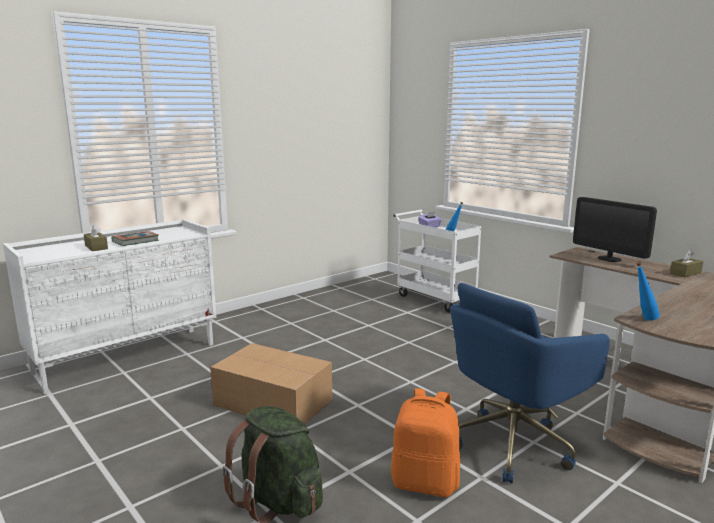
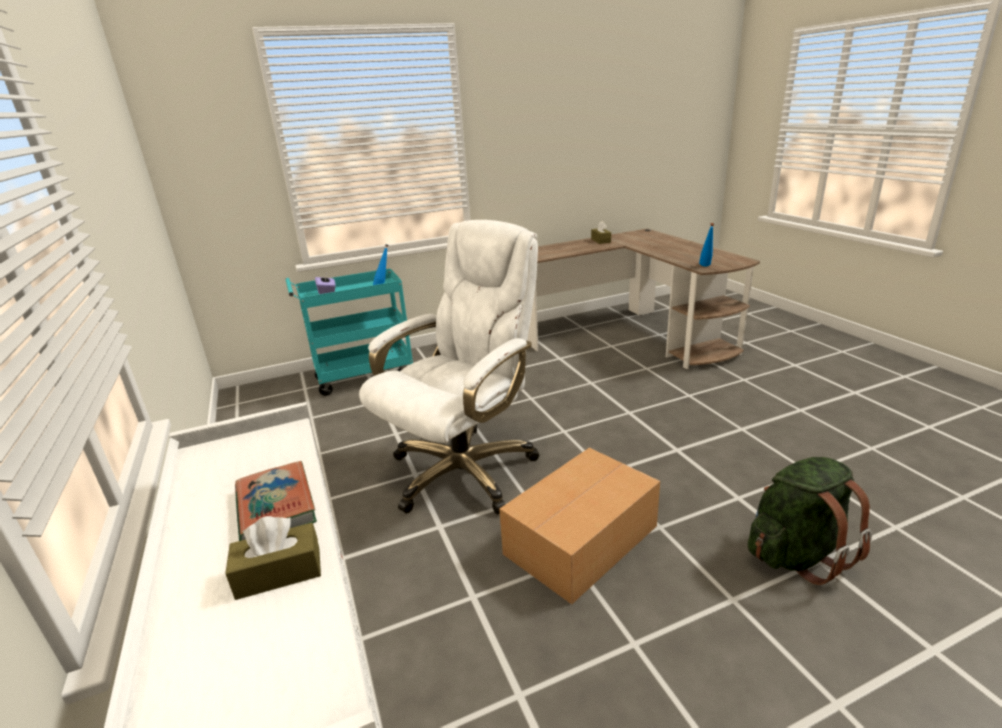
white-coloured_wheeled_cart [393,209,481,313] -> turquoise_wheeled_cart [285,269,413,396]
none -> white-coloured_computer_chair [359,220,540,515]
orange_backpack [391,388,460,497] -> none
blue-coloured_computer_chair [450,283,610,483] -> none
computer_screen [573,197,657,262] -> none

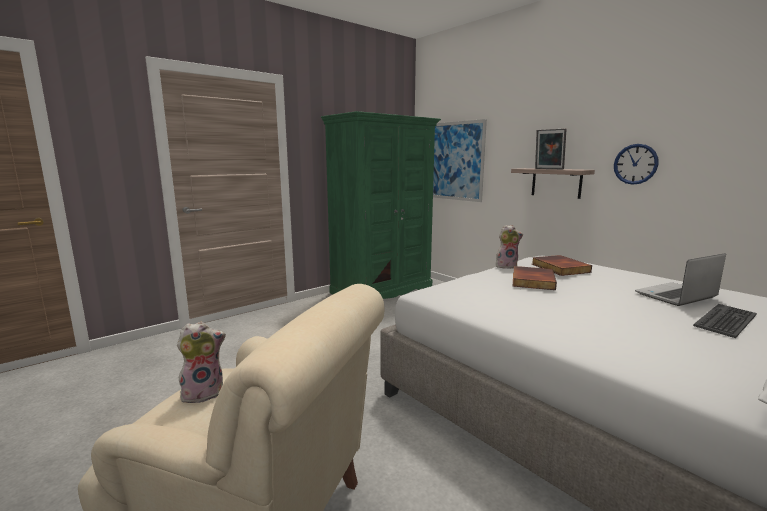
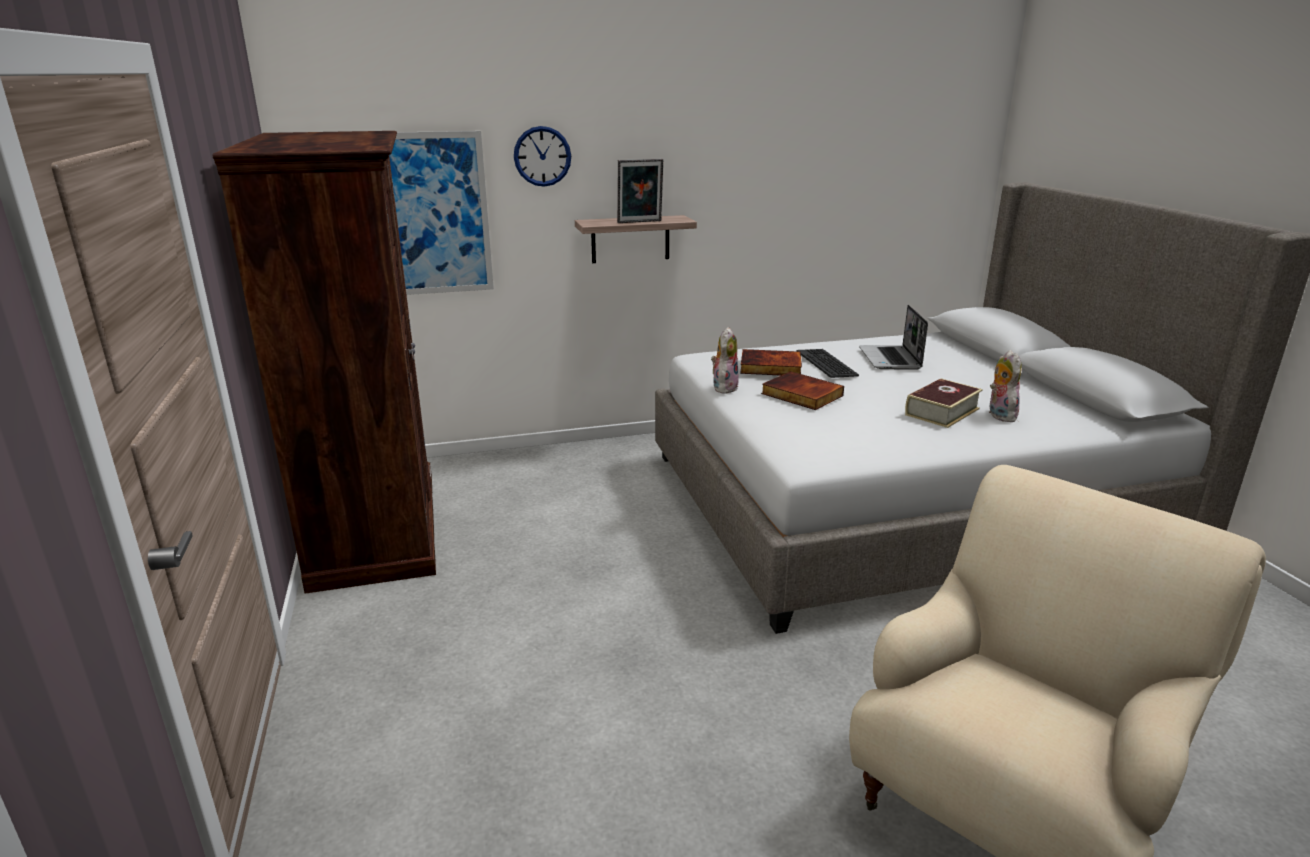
green-coloured_clothes_cupboard [321,111,441,299] -> brown-coloured_clothes_cupboard [212,131,436,594]
hanging_clock [614,144,658,185] -> hanging_clock [514,126,571,187], relocated
keyboard [693,304,757,338] -> keyboard [797,349,859,378], relocated
none -> bound_book [905,378,983,428]
plush_toy [177,322,226,403] -> plush_toy [989,350,1022,422], relocated

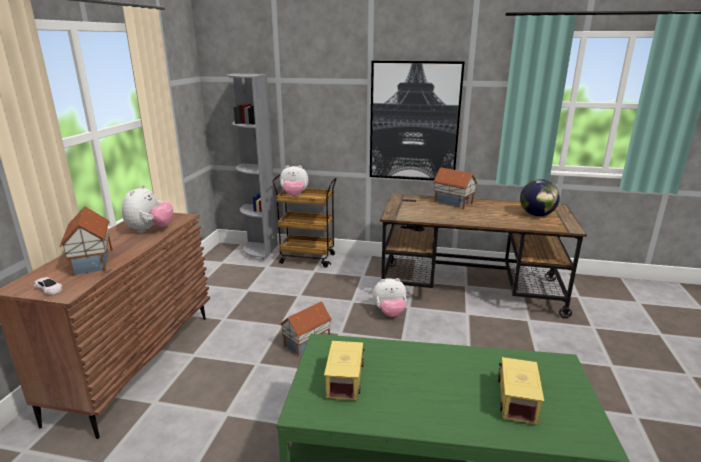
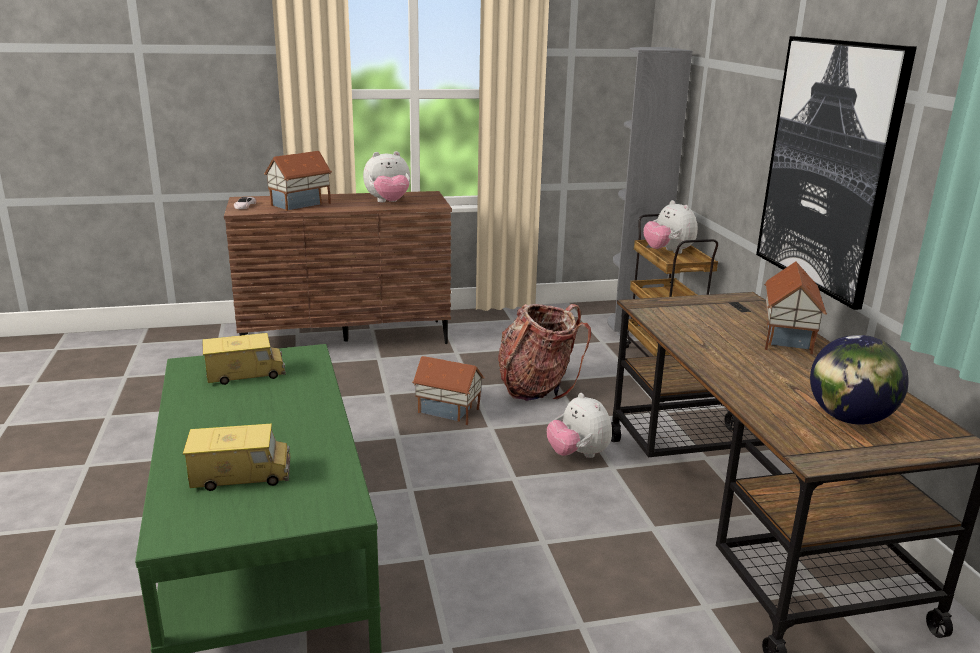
none -> backpack [498,304,591,401]

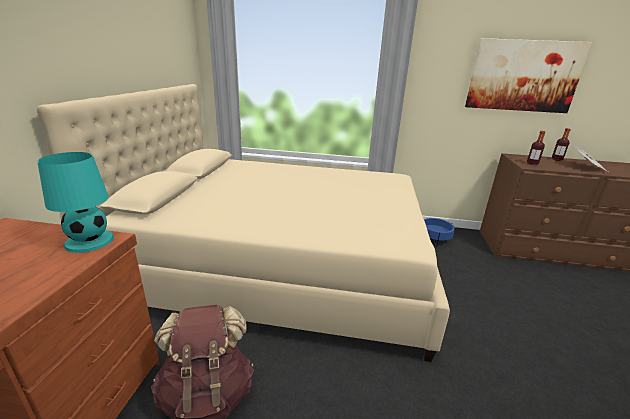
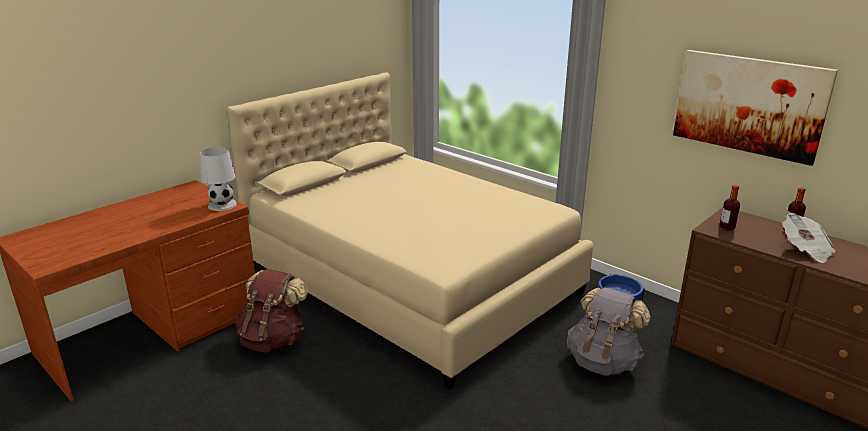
turquoise_table_lamp [37,152,114,253] -> white-coloured_table_lamp [200,147,237,211]
none -> gray_backpack [567,287,650,376]

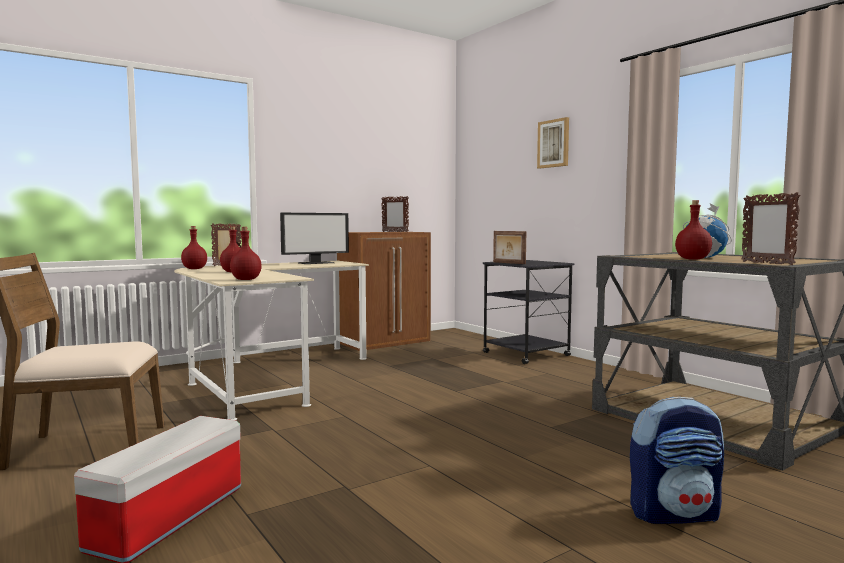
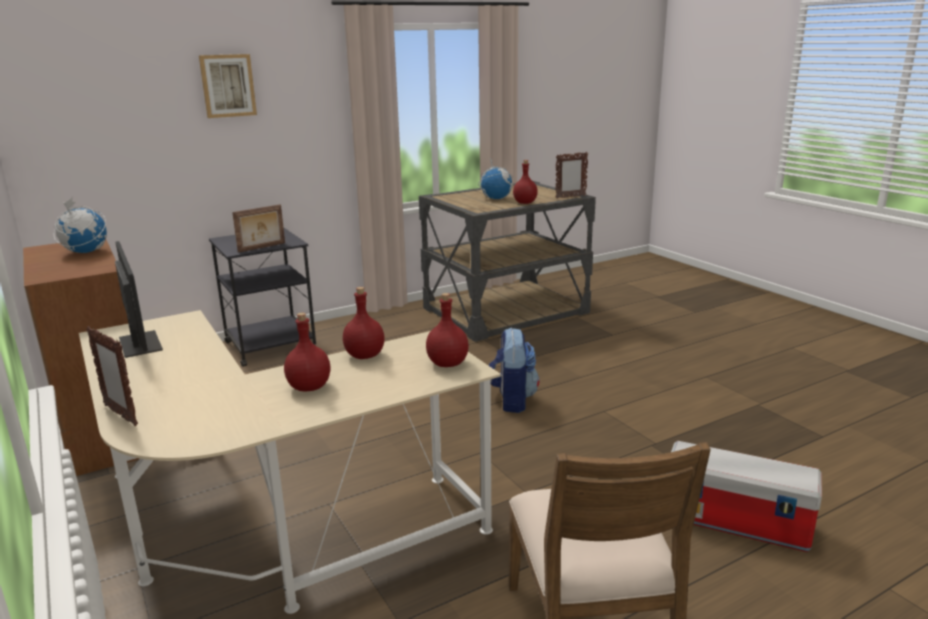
photo_frame [381,196,409,232] -> desk_globe [53,197,107,253]
red_drink_bottle [181,226,207,269] -> red_drink_bottle [343,287,385,359], relocated
backpack [630,397,724,524] -> backpack [489,328,539,413], relocated

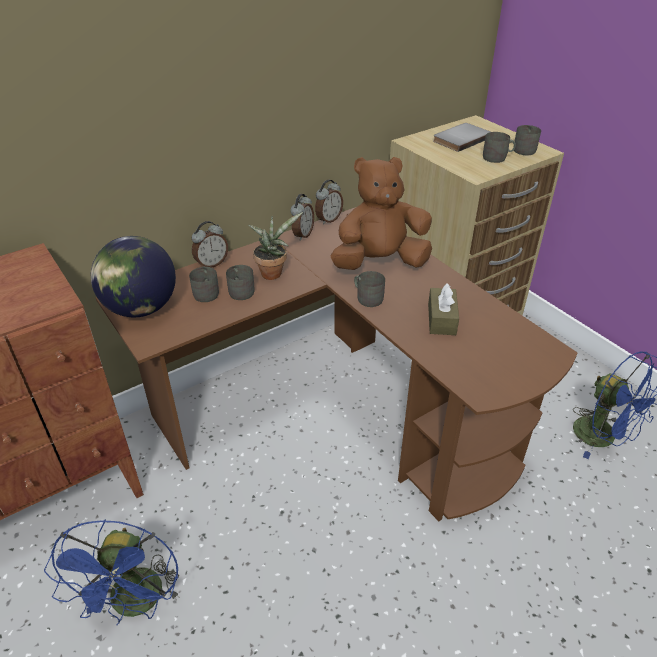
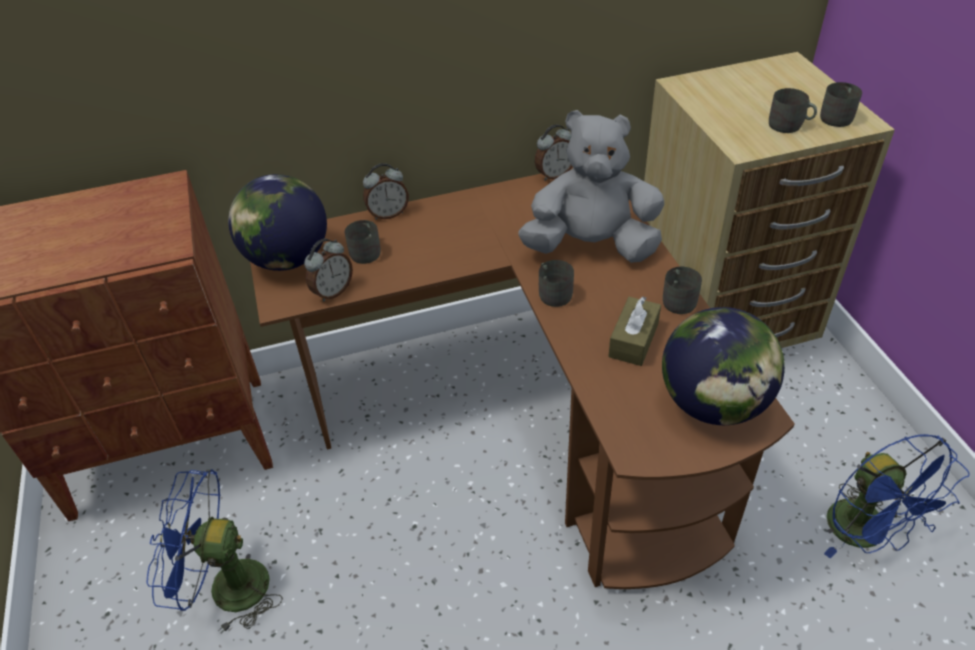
blue-coloured_electric_fan [44,520,180,625] -> blue-coloured_electric_fan [146,469,283,633], 75 degrees clockwise
bedside_clock [290,194,314,241] -> bedside_clock [304,239,353,302], relocated
brown-coloured_plush_toy [330,157,432,270] -> gray_plush_toy [518,110,664,263]
none -> desk_globe [662,307,785,425]
gray_coffee_mug [226,265,254,300] -> gray_coffee_mug [663,267,702,314], relocated
potted_plant [248,212,303,280] -> none
gray_bound_book [433,123,490,152] -> none

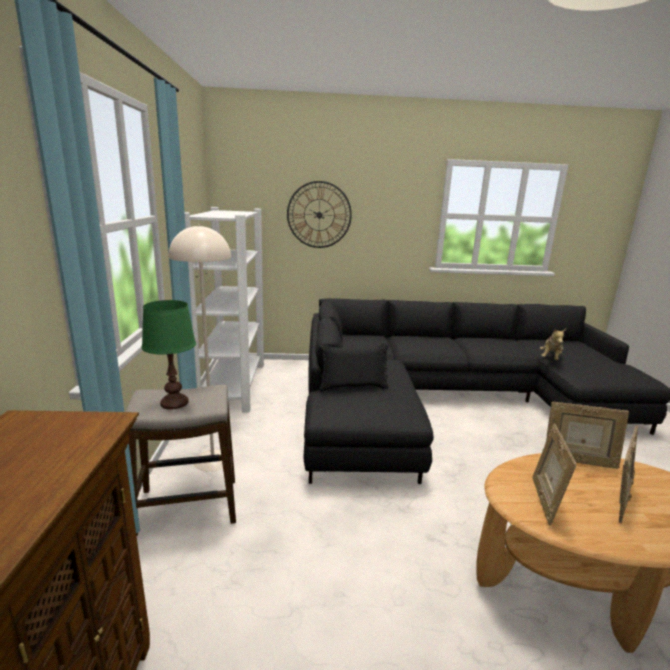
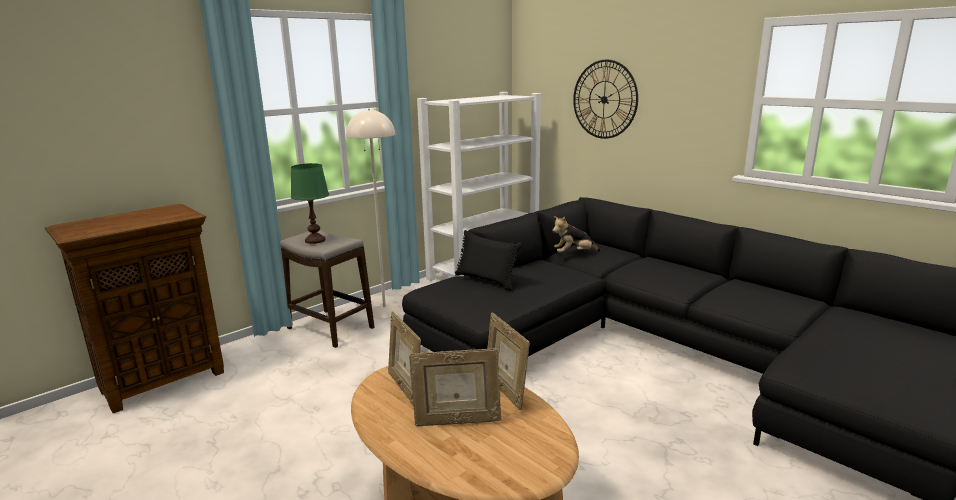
photo_frame [532,423,577,526] -> photo_frame [388,311,421,404], 90 degrees counterclockwise
plush_toy [540,329,566,360] -> plush_toy [552,216,601,253], relocated

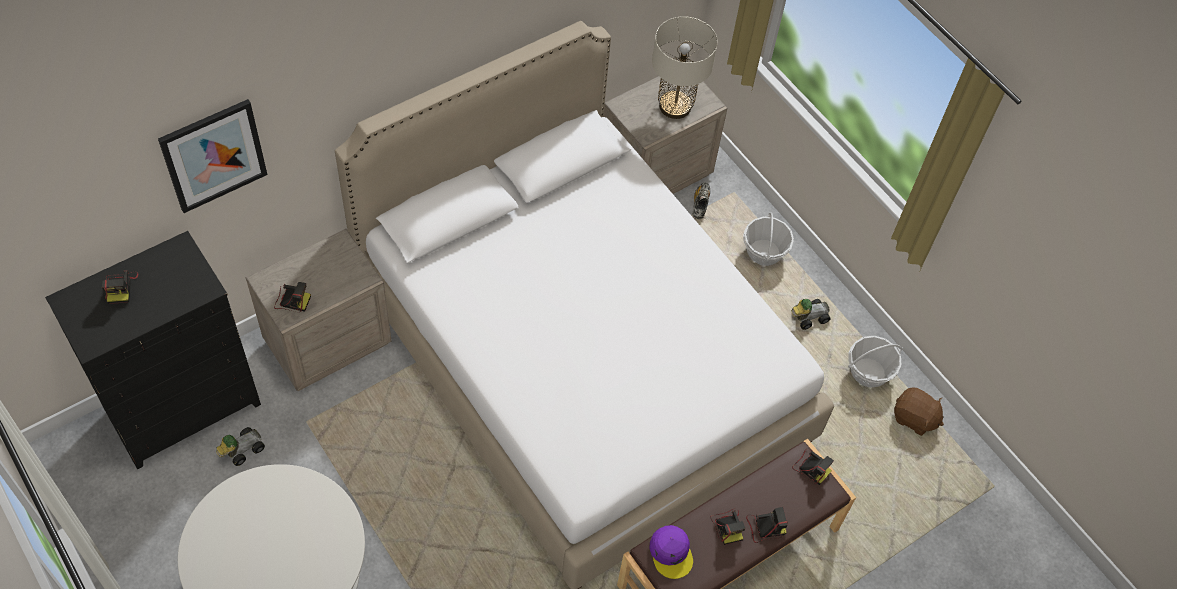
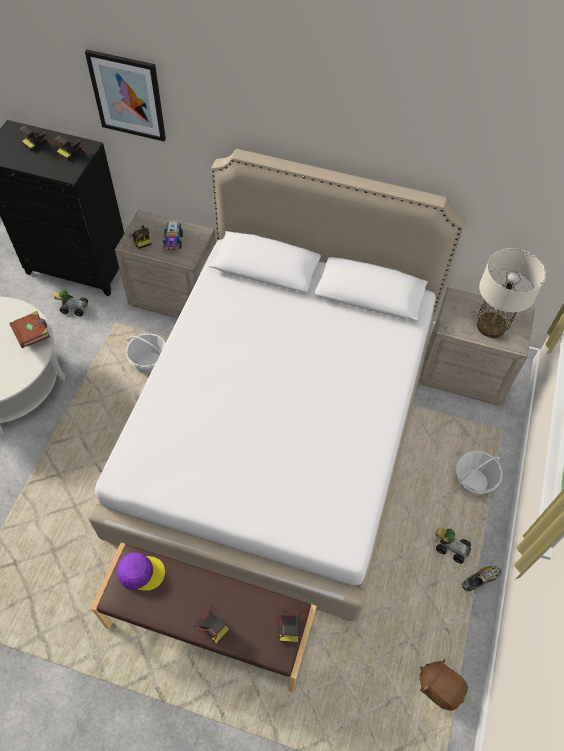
none -> brown-coloured_bound_book [9,311,50,348]
still_camera [710,508,746,545] -> still_camera [54,135,89,160], relocated
purple-coloured_baseball_cap [649,525,693,579] -> purple-coloured_baseball_cap [117,552,165,591], 120 degrees counterclockwise
household_basket [848,336,903,387] -> household_basket [126,333,166,374], relocated
none -> toy_truck [163,221,183,251]
brown-coloured_plush_toy [894,388,944,436] -> brown-coloured_plush_toy [420,658,468,711], 135 degrees clockwise
low_shoe [693,183,710,219] -> low_shoe [462,566,501,592], relocated

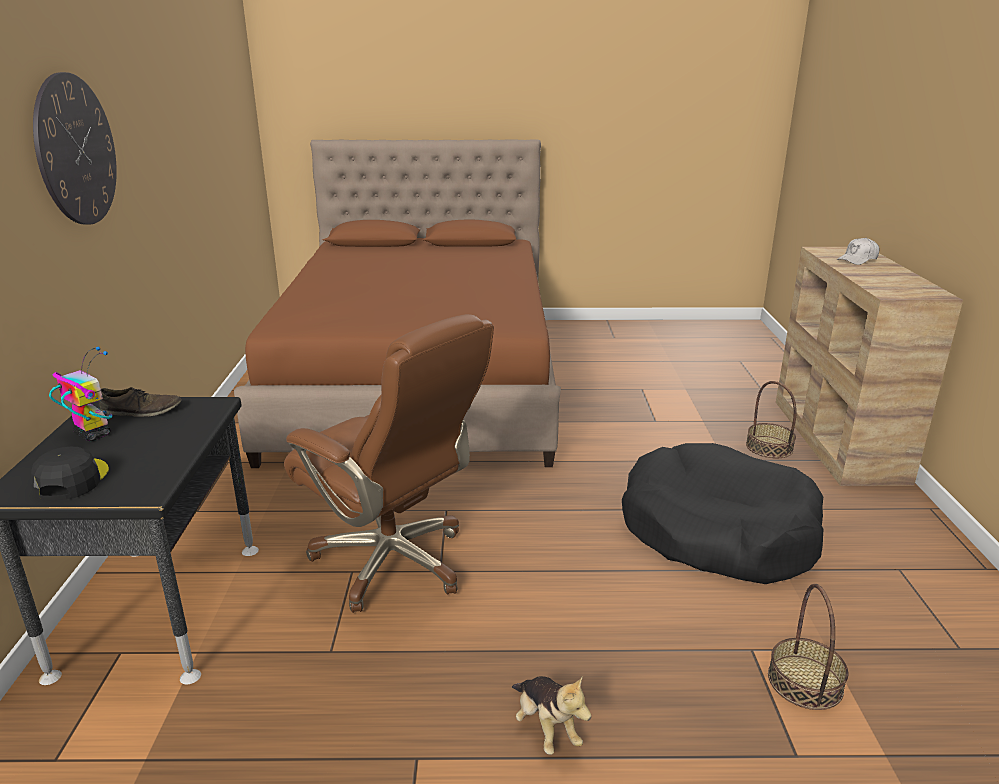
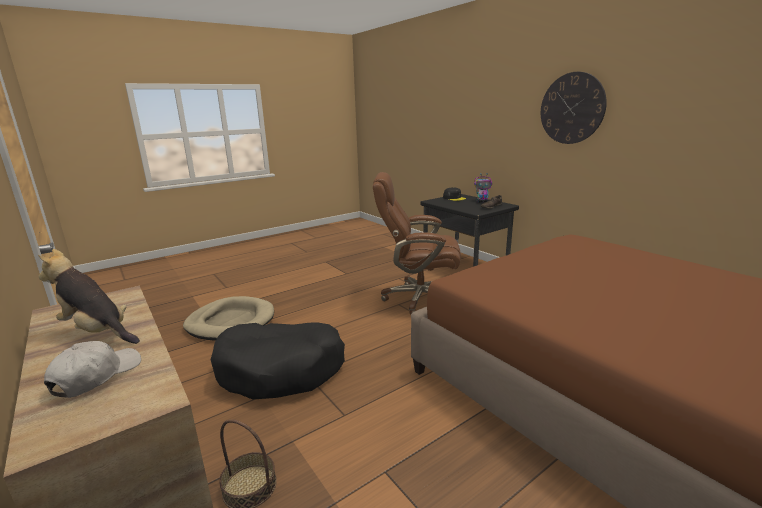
plush_toy [512,676,591,755] -> plush_toy [38,249,140,344], relocated
household_basket [768,584,848,710] -> beige_pet_bed [183,296,274,341]

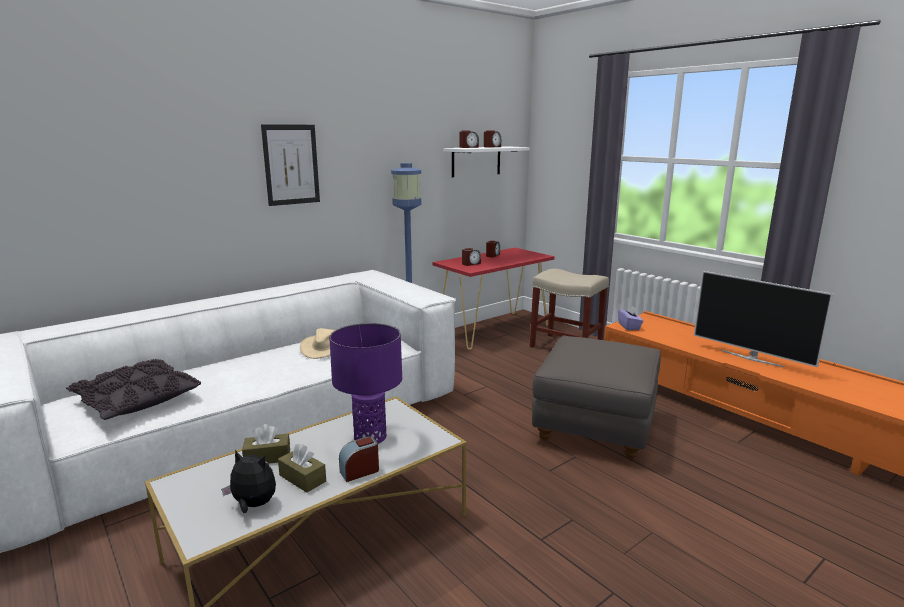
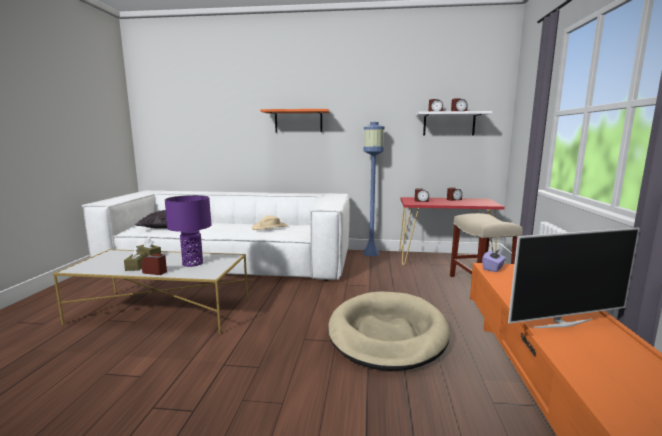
picture [261,124,320,206] -> orange_wall_shelf [260,109,330,132]
gray_footrest [532,336,661,459] -> beige_pet_bed [328,291,450,371]
TV [694,271,833,367] -> TV [508,228,640,328], 105 degrees counterclockwise
plush_toy [221,450,276,513] -> none

